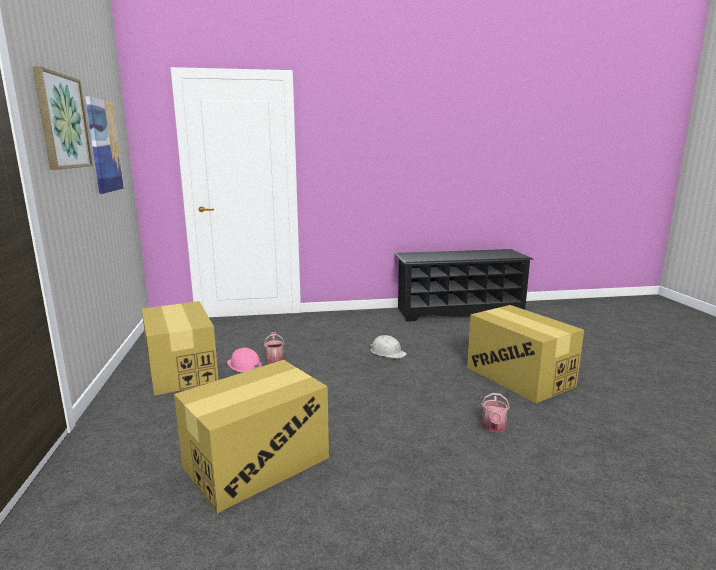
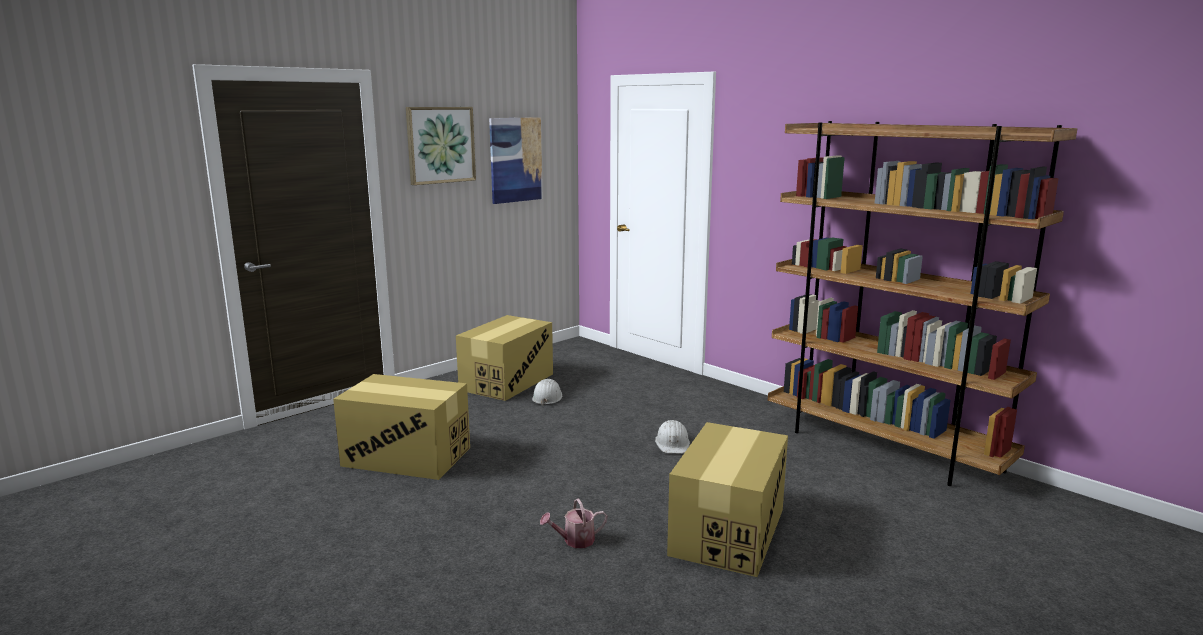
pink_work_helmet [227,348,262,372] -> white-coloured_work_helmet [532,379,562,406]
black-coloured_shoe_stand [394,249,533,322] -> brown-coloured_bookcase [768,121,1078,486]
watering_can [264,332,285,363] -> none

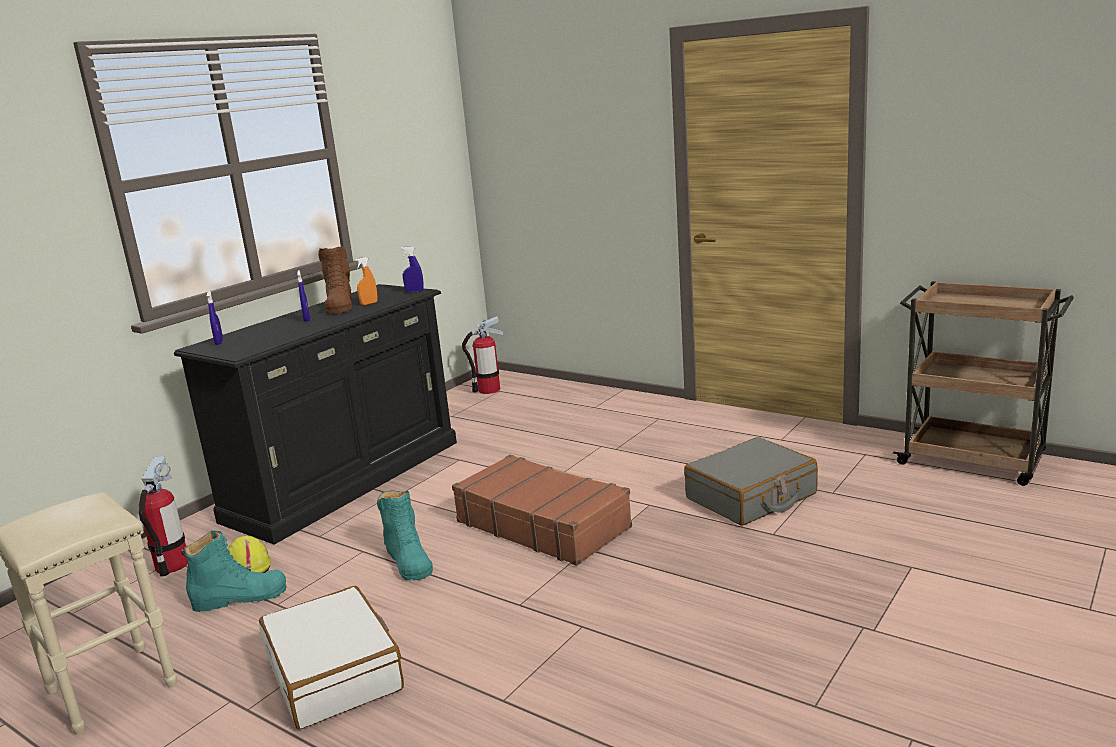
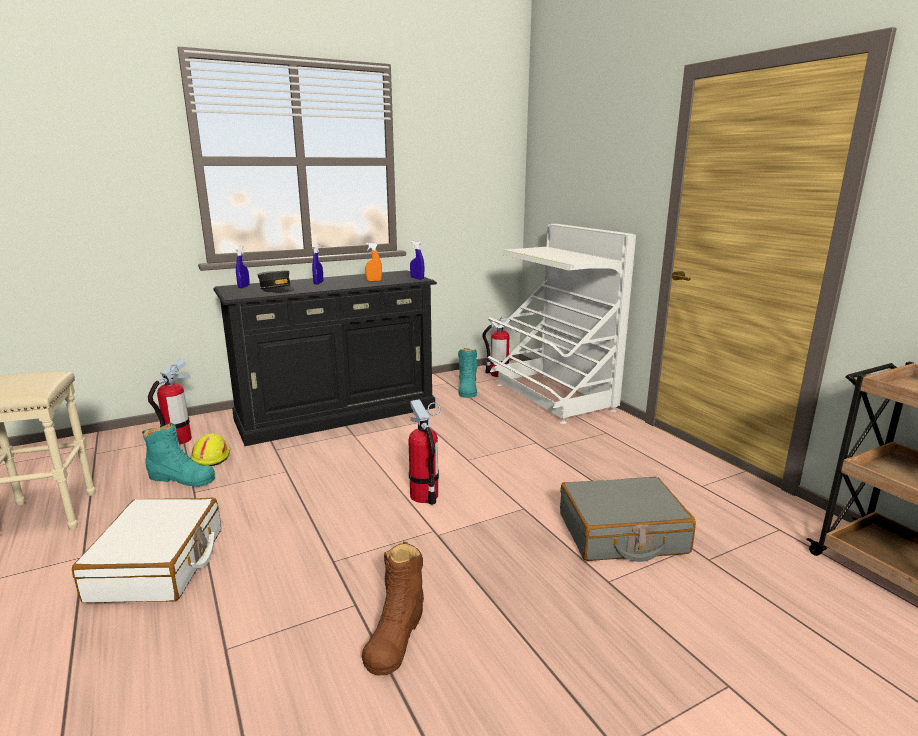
none -> gray_baseball_cap [258,271,294,293]
brown-coloured_boot [318,246,352,314] -> brown-coloured_boot [362,542,424,675], relocated
brown-coloured_piece_of_luggage [452,455,632,566] -> fire-fighting_cylinder [408,399,440,505]
turquoise_boot [377,490,433,580] -> turquoise_boot [458,348,477,398], relocated
none -> white-coloured_shoe_stand [488,224,636,424]

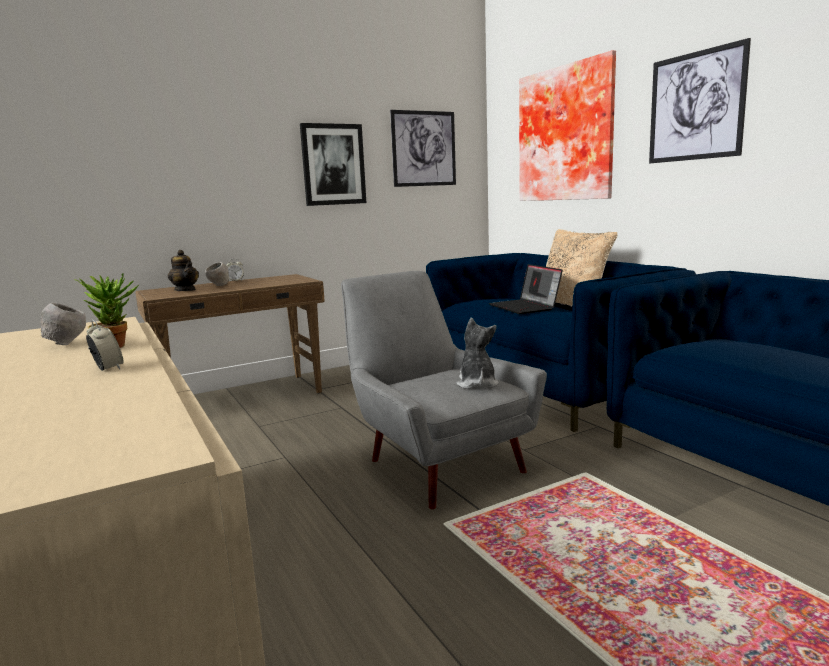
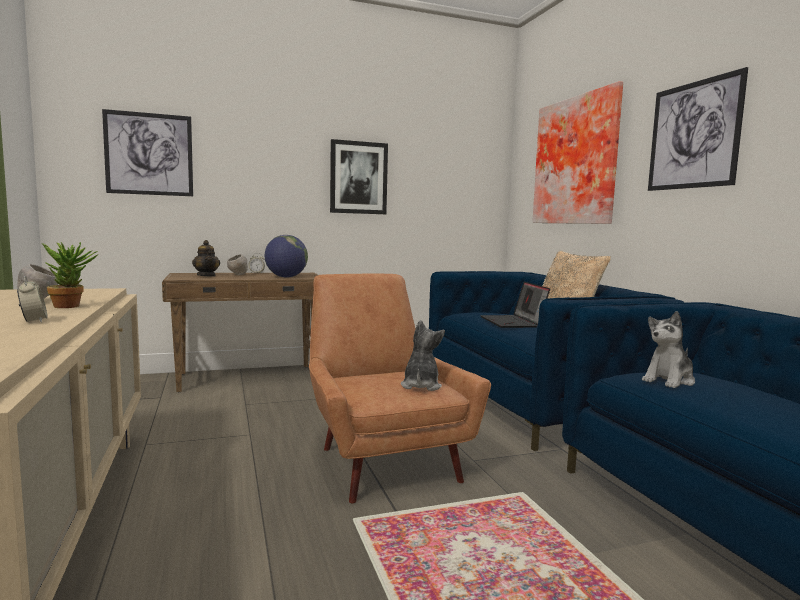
picture [390,110,456,187] -> picture [102,109,193,196], relocated
none -> desk_globe [265,235,308,278]
gray_armchair [341,271,547,509] -> brown-coloured_armchair [309,274,491,503]
none -> plush_toy [642,311,695,388]

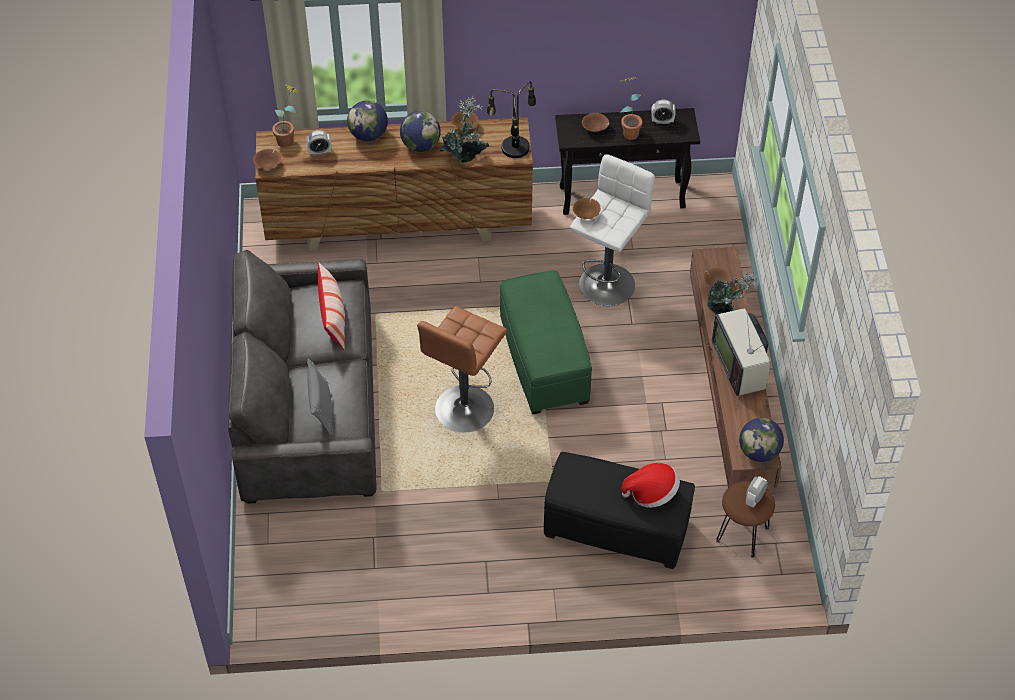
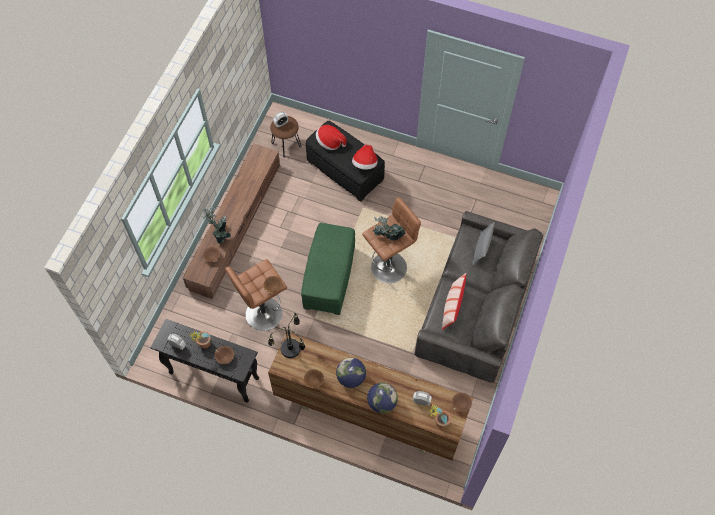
white-coloured_stool [570,154,655,306] -> brown-coloured_stool [225,259,287,331]
none -> hat [352,145,378,170]
potted_plant [439,95,489,163] -> potted_plant [372,216,406,241], relocated
TV [712,309,770,396] -> none
desk_globe [739,418,784,462] -> none

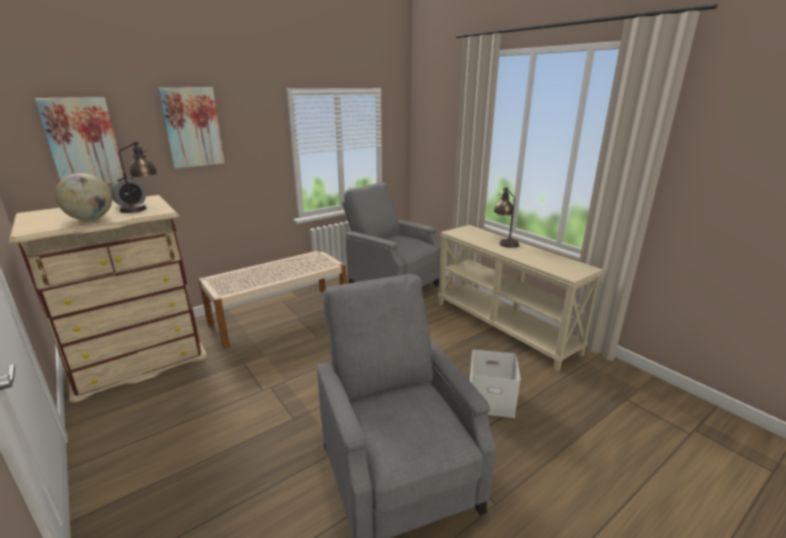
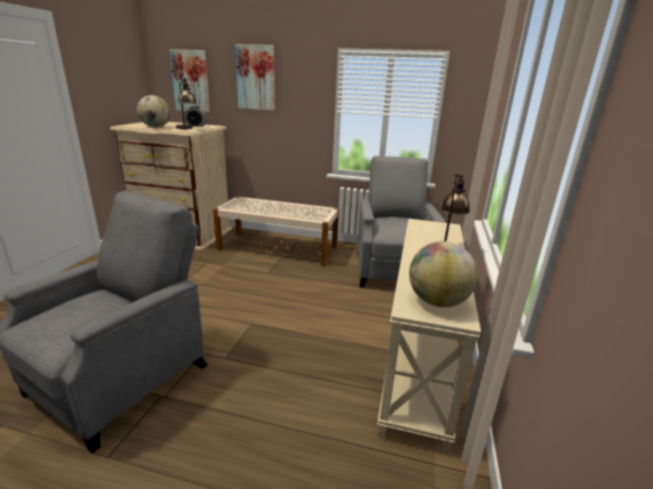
none -> desk_globe [409,241,478,307]
white-coloured_storage_bin [470,350,521,418] -> none

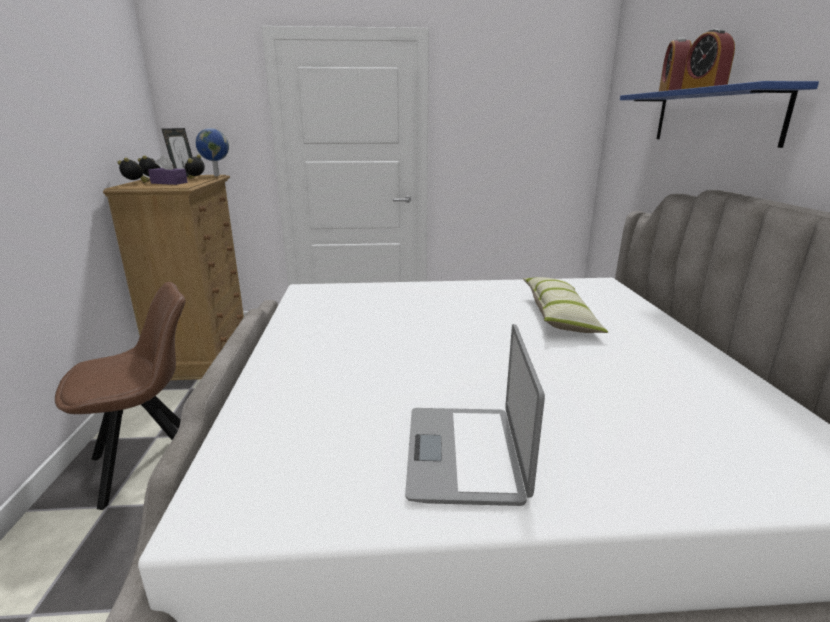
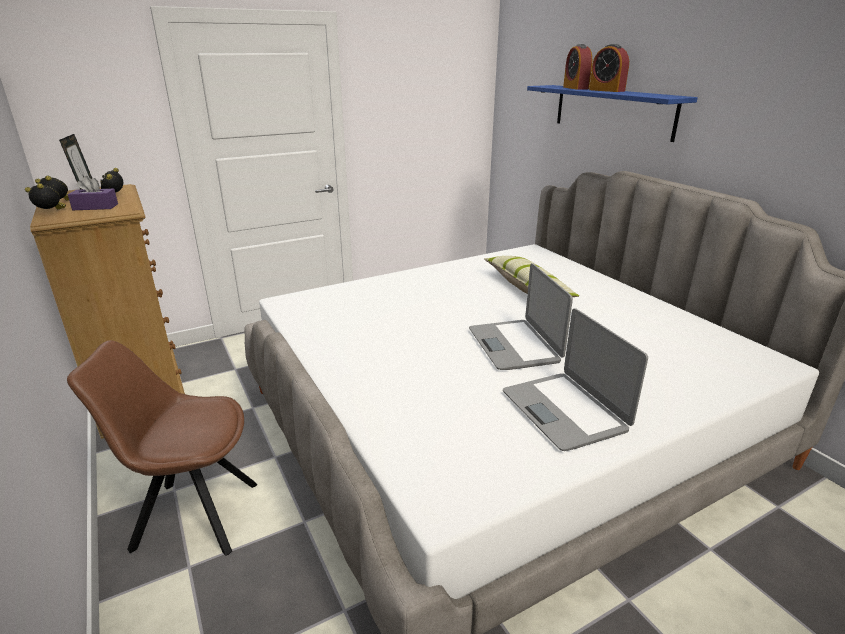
brown-coloured_chair [55,282,186,510] -> brown-coloured_chair [67,340,258,556], 120 degrees counterclockwise
none -> notebook_computer [469,263,573,370]
desk_globe [196,128,229,176] -> none

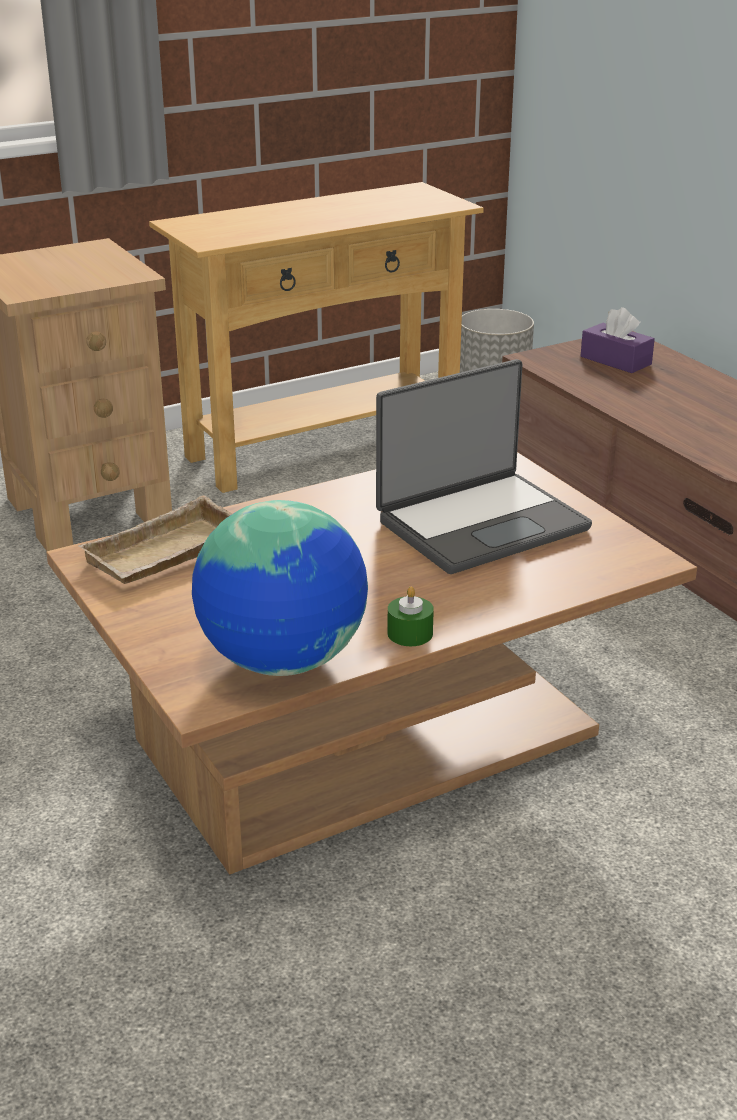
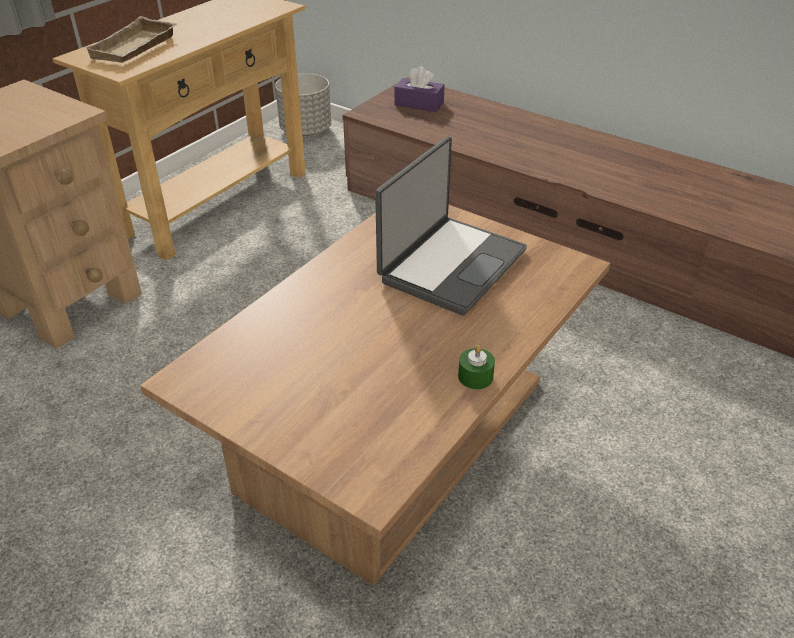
beige_serving_tray [78,495,233,584] -> beige_serving_tray [84,16,177,63], relocated
desk_globe [192,500,368,676] -> none

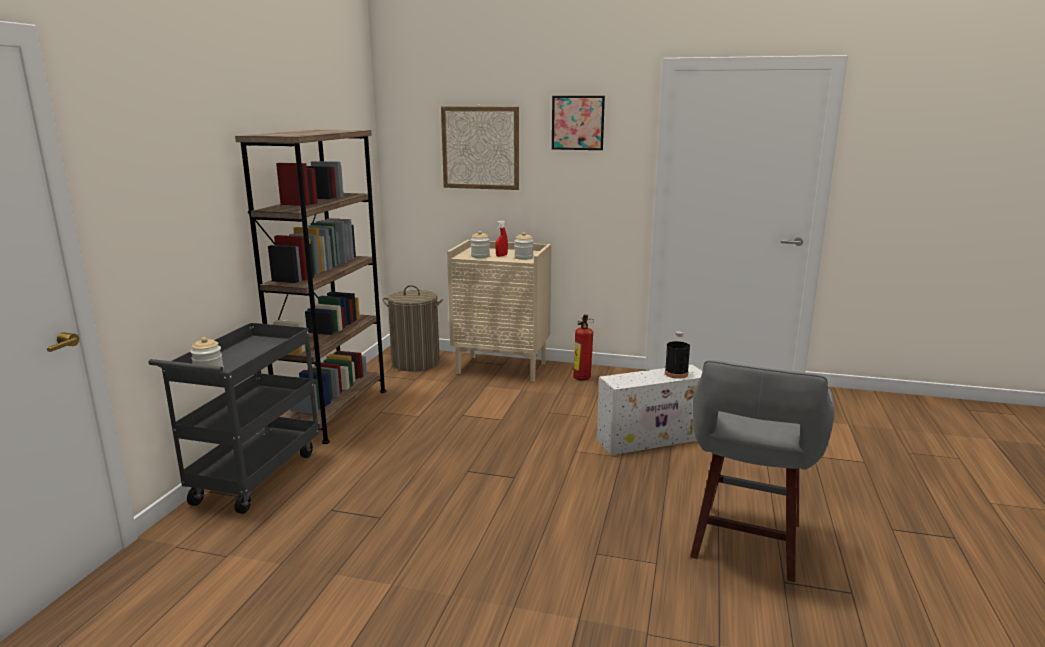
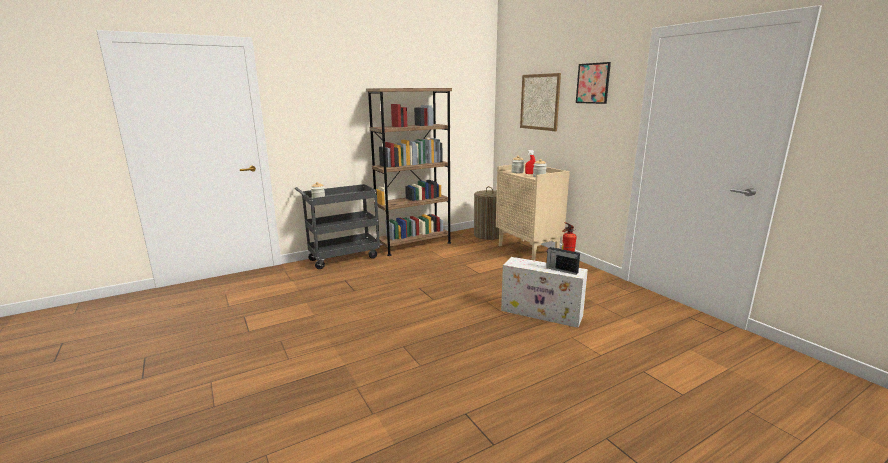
black-coloured_drink_bottle [665,331,690,379] -> radio_set [546,247,580,275]
gray_stool [690,360,835,582] -> none

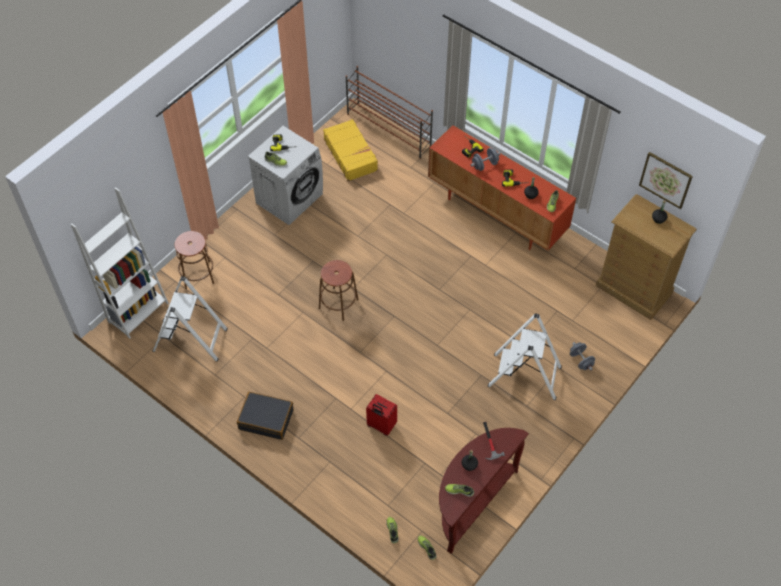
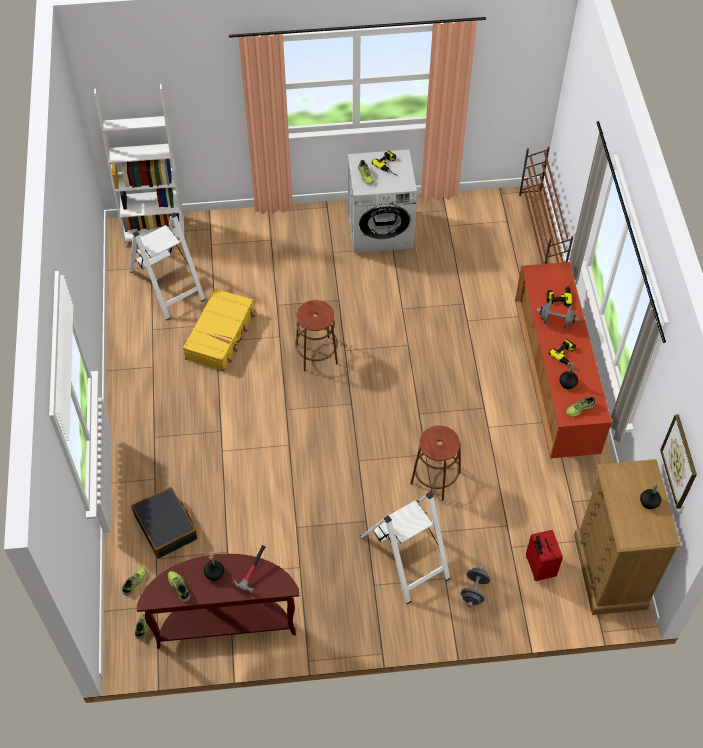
black-coloured_piece_of_luggage [237,392,293,440] -> black-coloured_piece_of_luggage [131,487,197,558], relocated
yellow-coloured_piece_of_luggage [323,119,378,181] -> yellow-coloured_piece_of_luggage [183,288,255,371], relocated
brown-coloured_stool [174,231,214,289] -> brown-coloured_stool [410,426,461,501], relocated
red_piece_of_luggage [366,394,397,436] -> red_piece_of_luggage [526,530,563,581], relocated

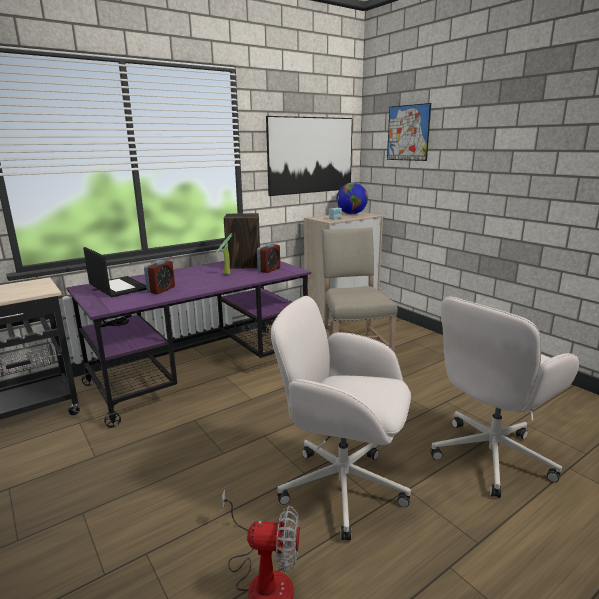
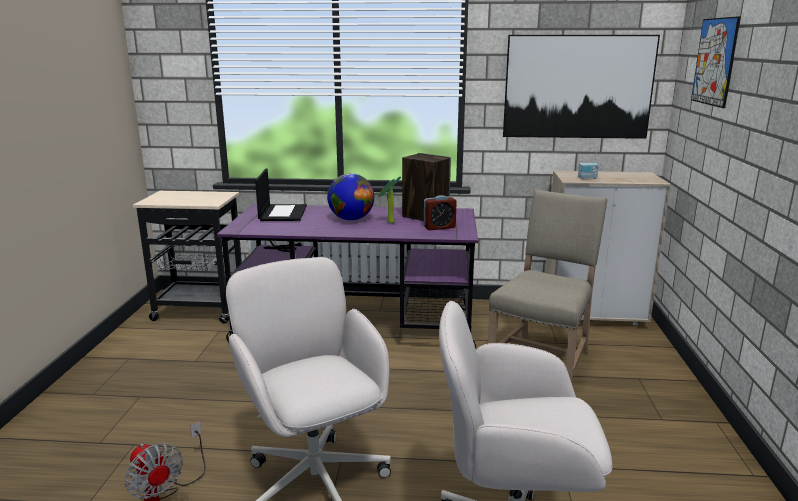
desk_globe [337,182,368,214] -> desk_globe [327,173,374,220], relocated
bedside_clock [144,260,175,294] -> none

